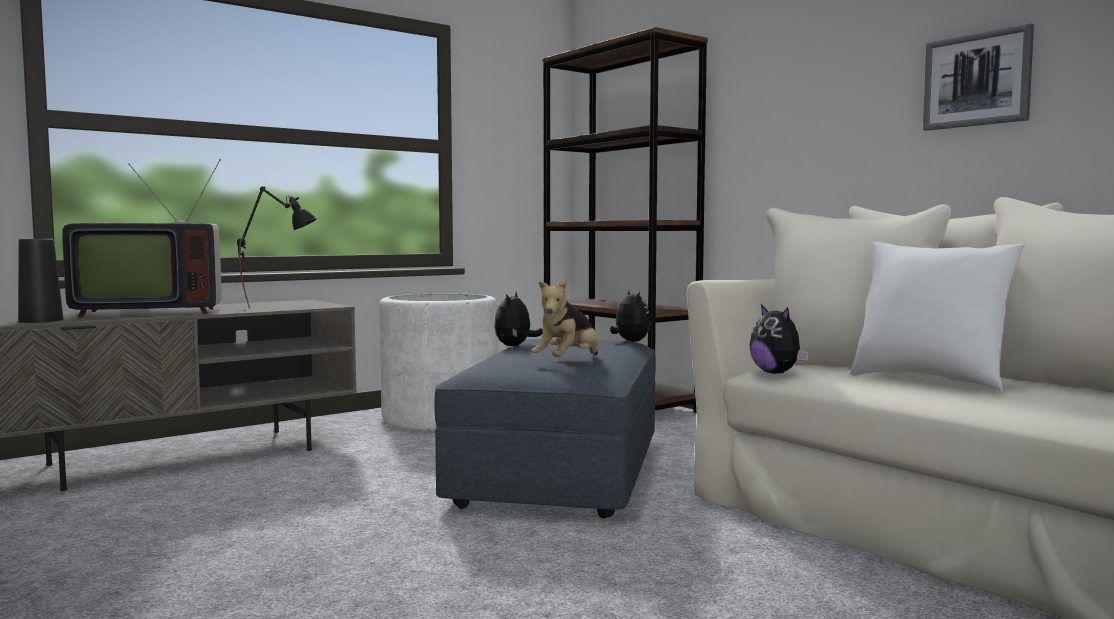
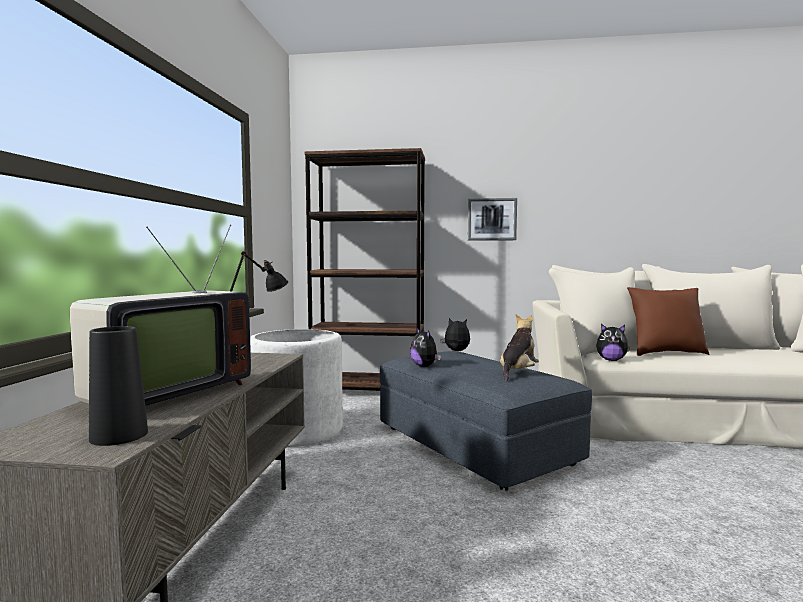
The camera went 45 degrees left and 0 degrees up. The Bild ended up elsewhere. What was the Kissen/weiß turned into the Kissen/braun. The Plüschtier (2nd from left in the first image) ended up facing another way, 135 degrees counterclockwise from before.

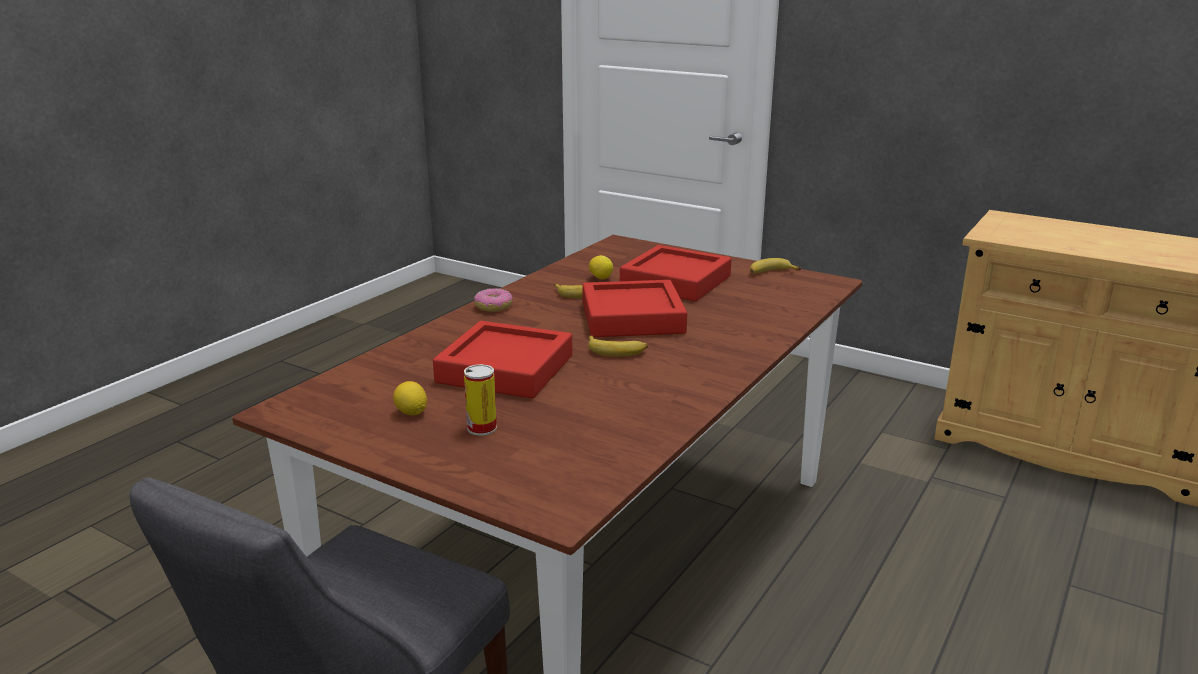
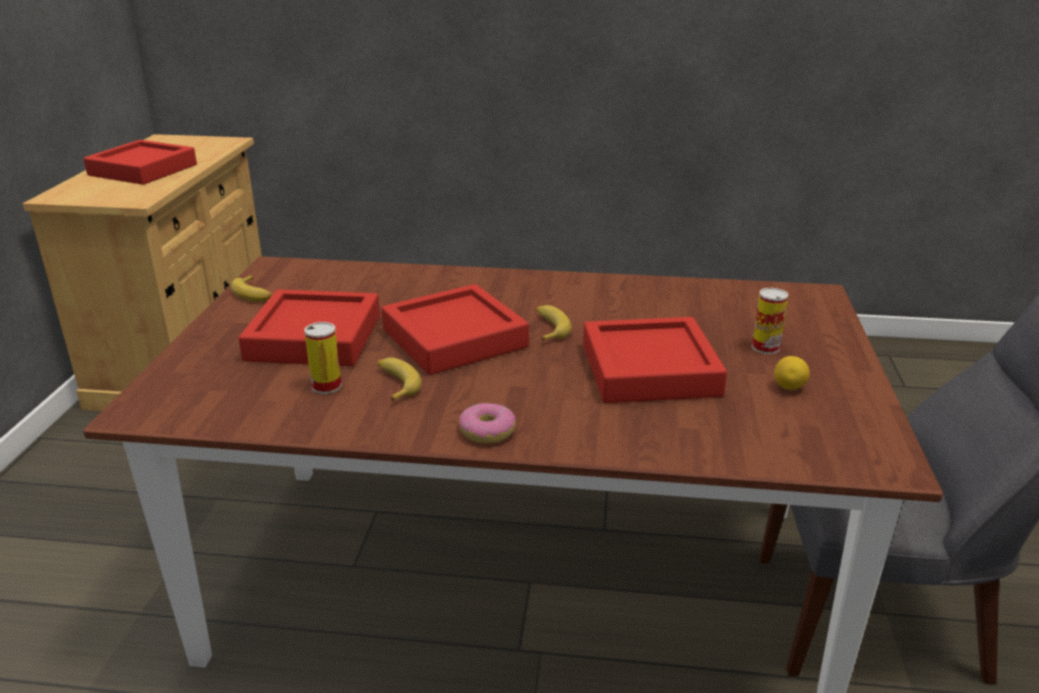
The camera went 115 degrees left and 5 degrees up. Where the Zitrone (2nd from left) stood, the Dose (1st from left) came to stand. The second view gained the Tablett/rot (1st from left).

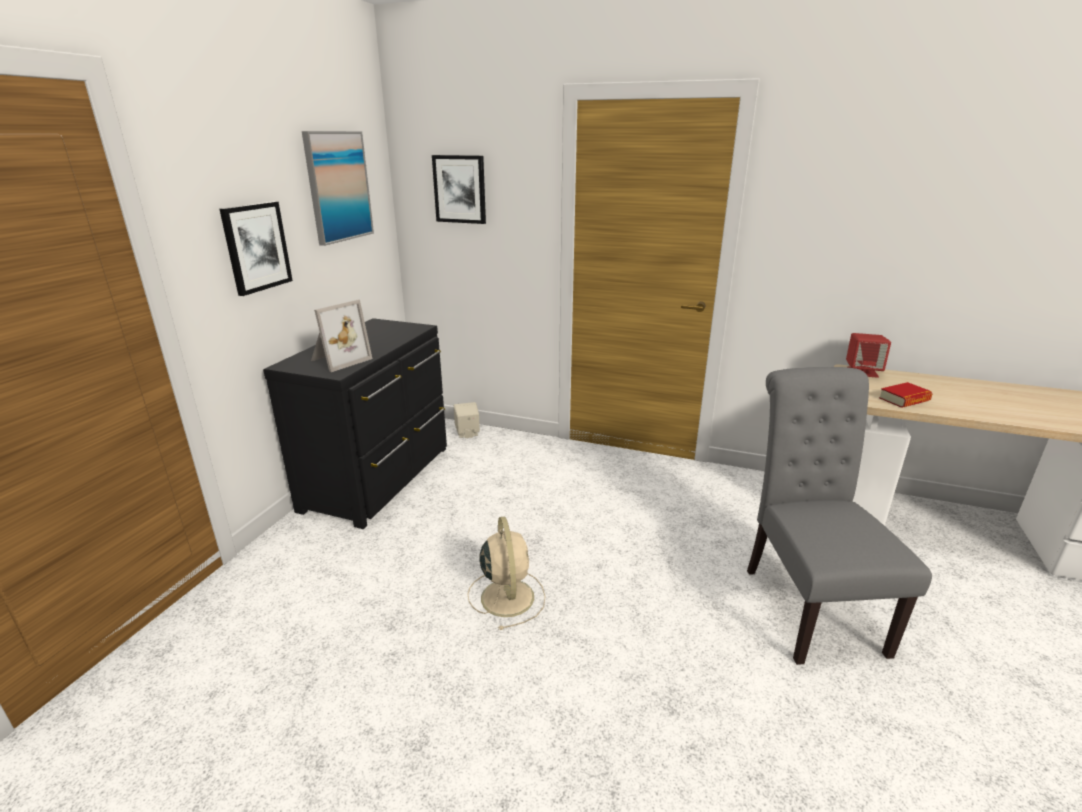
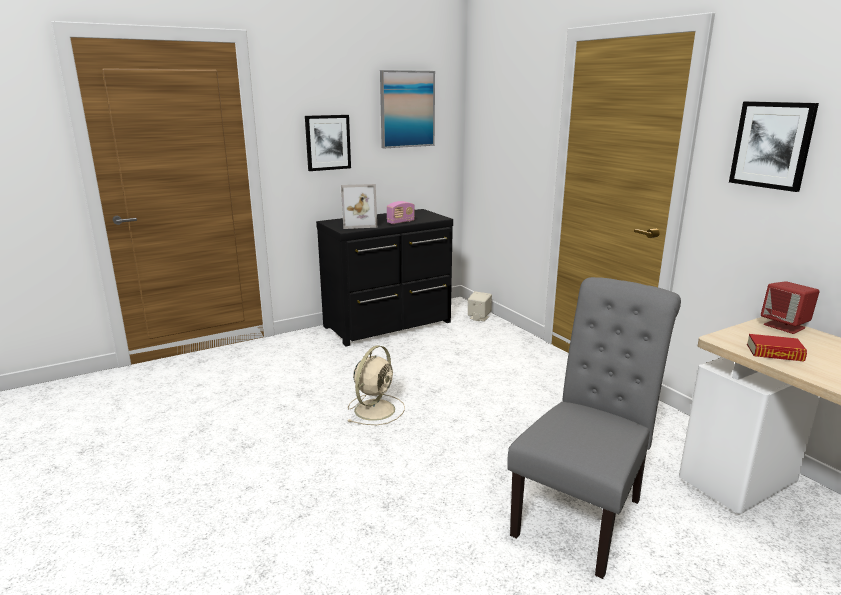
The camera went 40 degrees right and 5 degrees down. The Bild (3rd from left) ended up elsewhere. The second view gained the Radio.

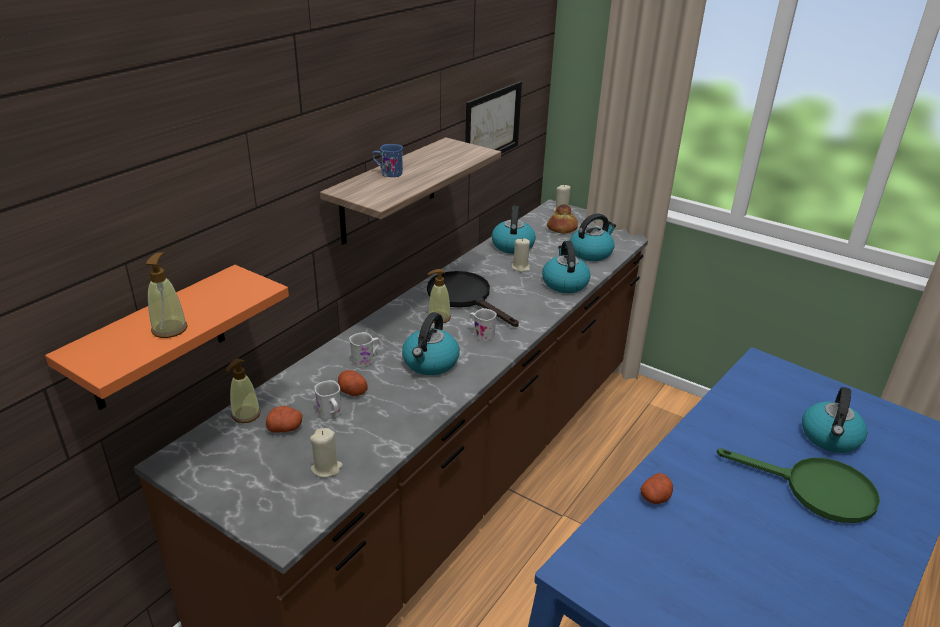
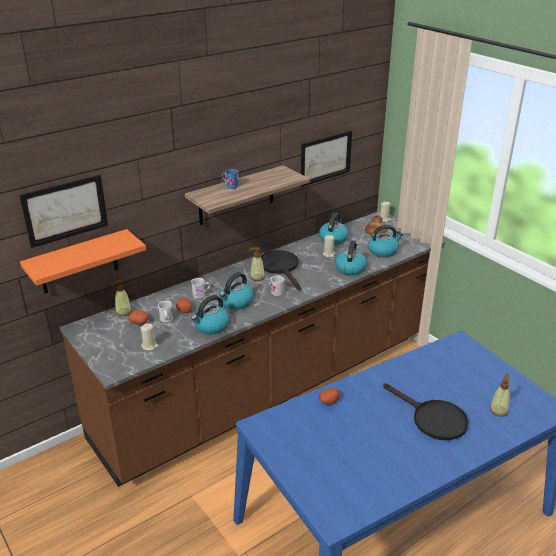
The camera went 20 degrees right and 0 degrees up. The Seifenspender (1st from left in the first image) ended up elsewhere. The Wasserkessel (5th from left in the first image) ended up elsewhere. What was the Pfanne/grün turned into the Pfanne/schwarz (2nd from left). The second view gained the Bild (1st from left).

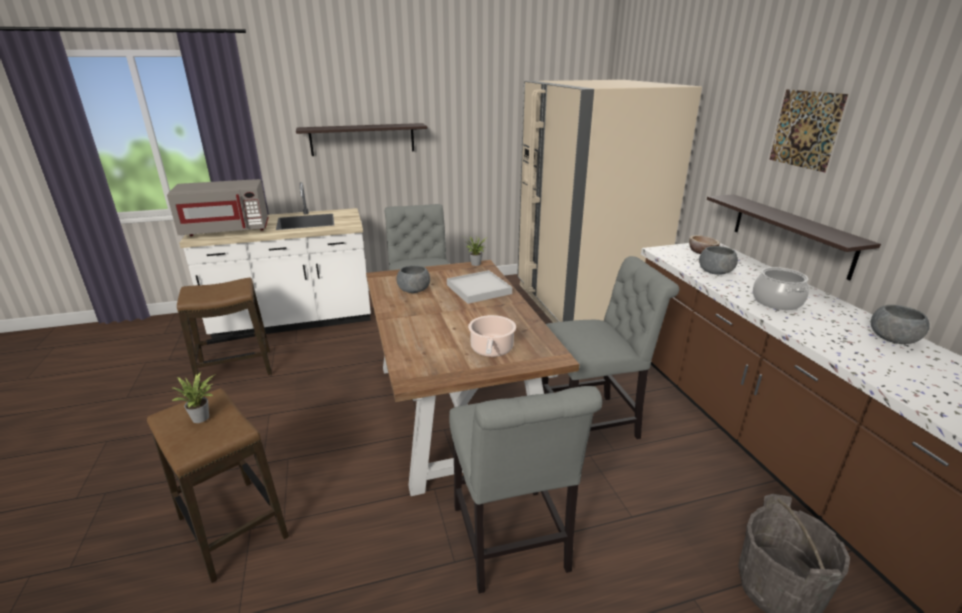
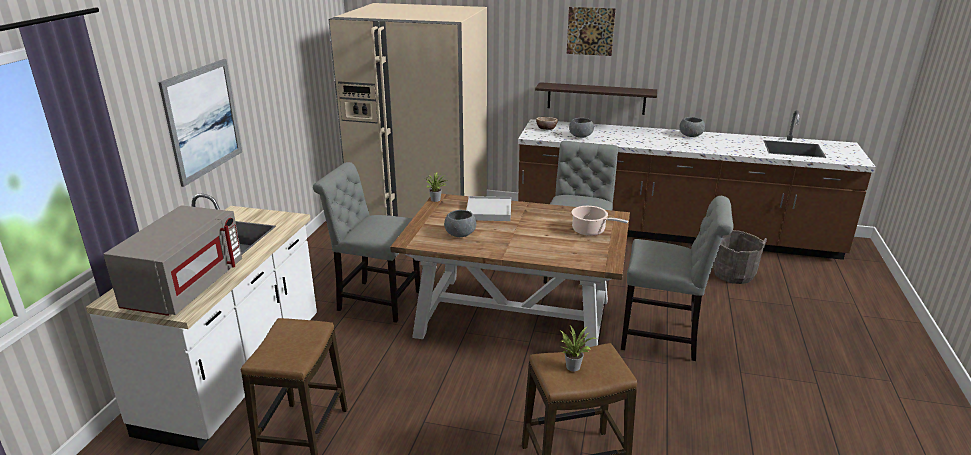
The camera went 60 degrees left and 0 degrees up. Where the Wandregal (1st from left) hung, the Bild (1st from left) came to hang. The second view lost the Kochtopf (2nd from left).

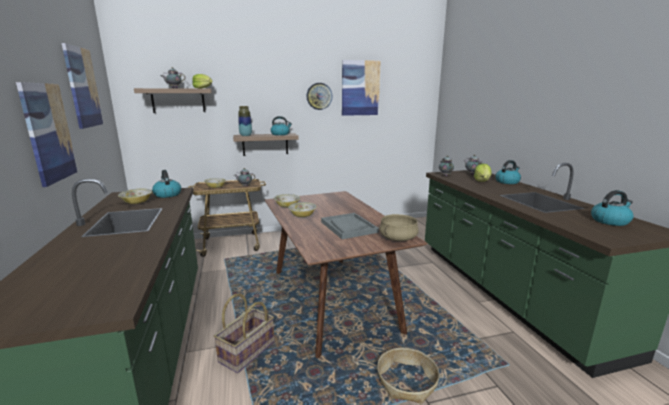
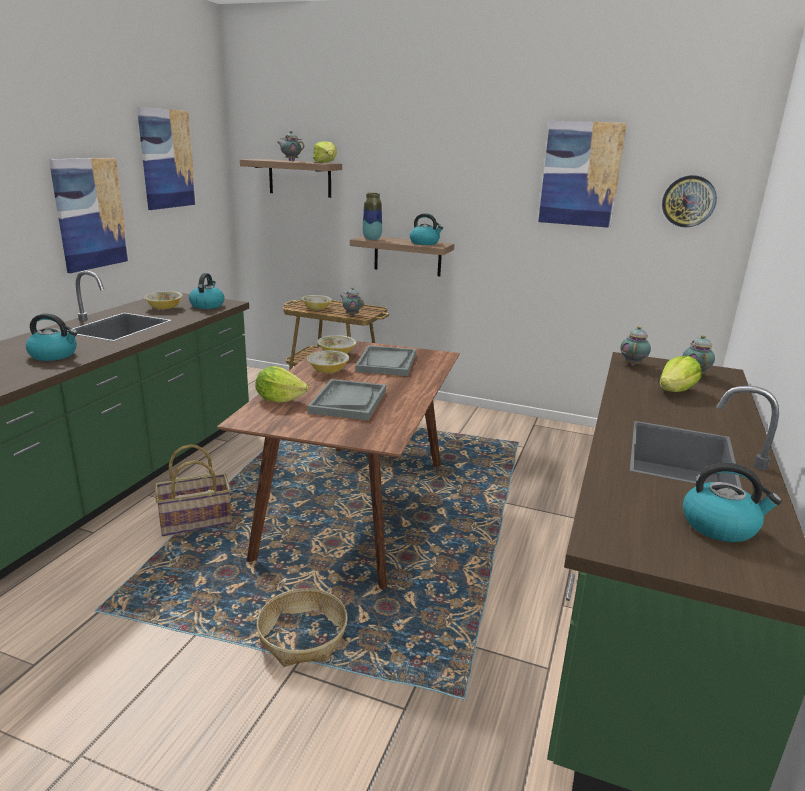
The camera went 35 degrees right and 5 degrees up. The Wanduhr ended up elsewhere. The Wasserkessel (3rd from left in the first image) ended up elsewhere. The second view lost the Kochtopf/beige. The second view gained the Tablett/grau (2nd from left). The second view gained the Salatkopf (1st from left).

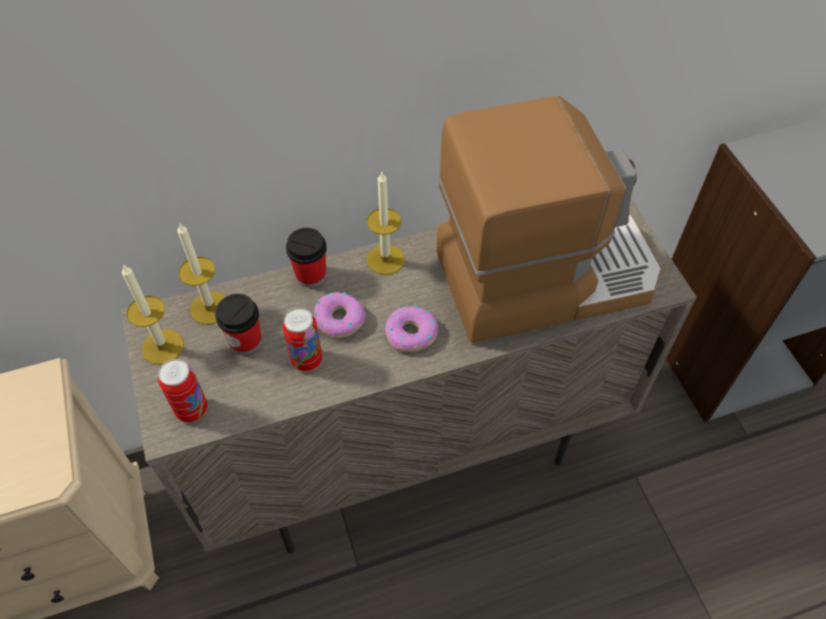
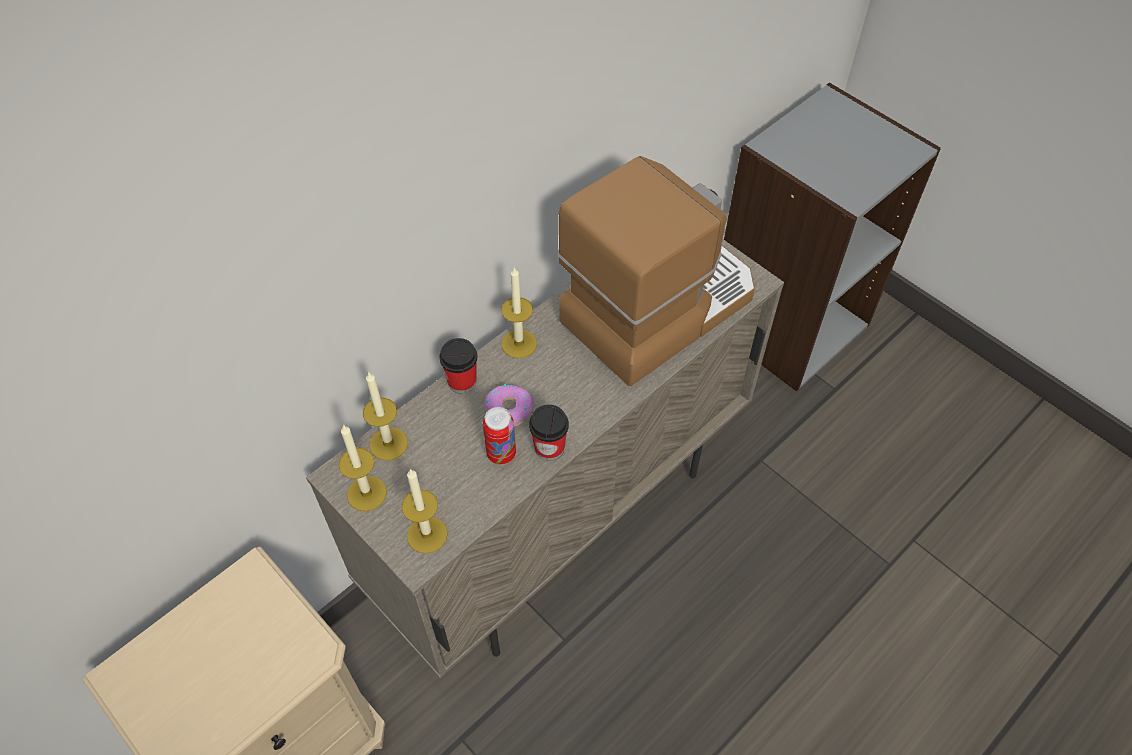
The camera went 25 degrees left and 0 degrees up. The Tasse (1st from left in the first image) ended up elsewhere. The second view lost the Donut (2nd from left). Where the Dose (1st from left) stood, the Kerze (3rd from left) came to stand.

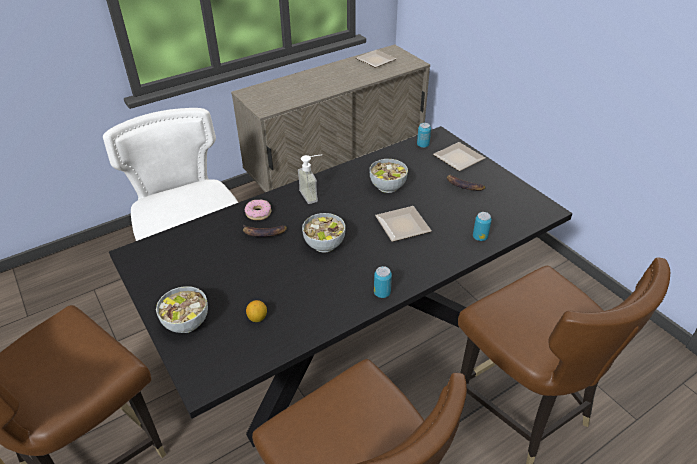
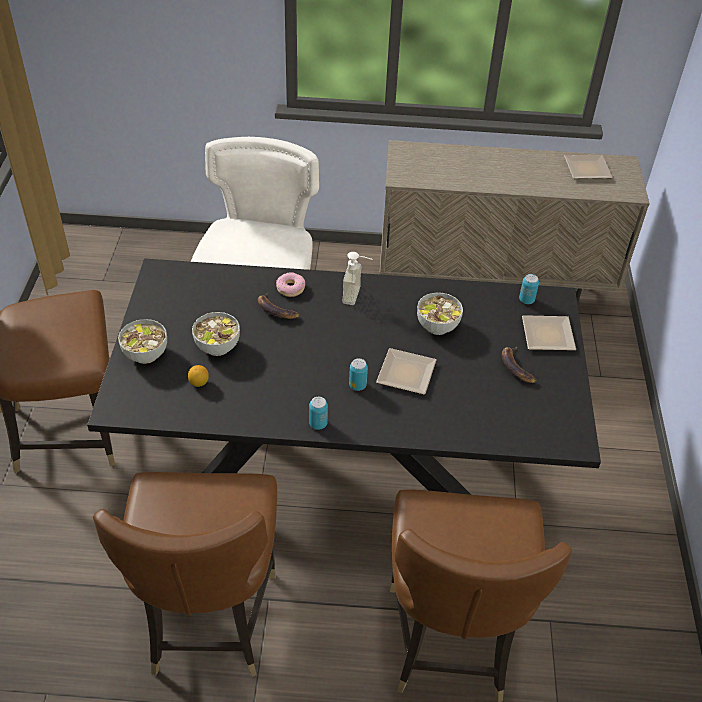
The camera went 35 degrees right and 5 degrees up. The Dose (3rd from left in the first image) ended up elsewhere. The Schüssel (2nd from left) ended up elsewhere.

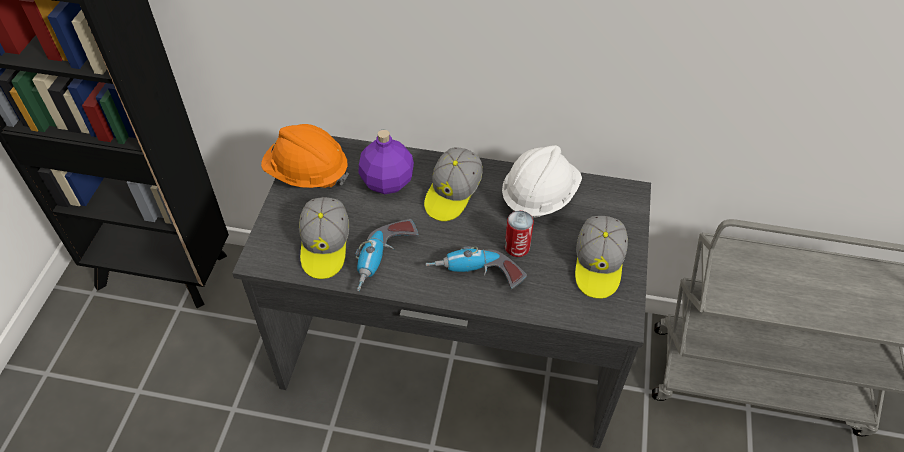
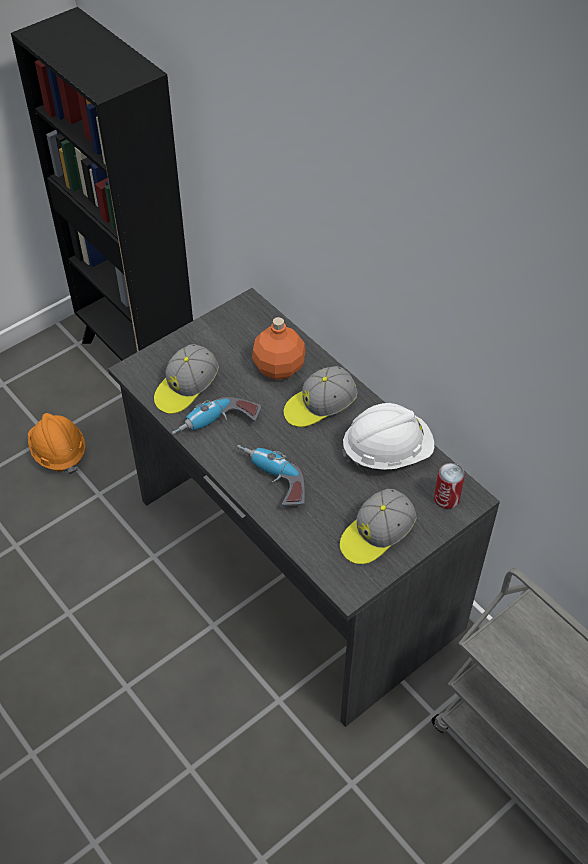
The camera went 40 degrees right and 0 degrees up. The Schutzhelm/orange ended up elsewhere. What was the Flasche/lila turned into the Flasche/orange. The Dose ended up elsewhere.

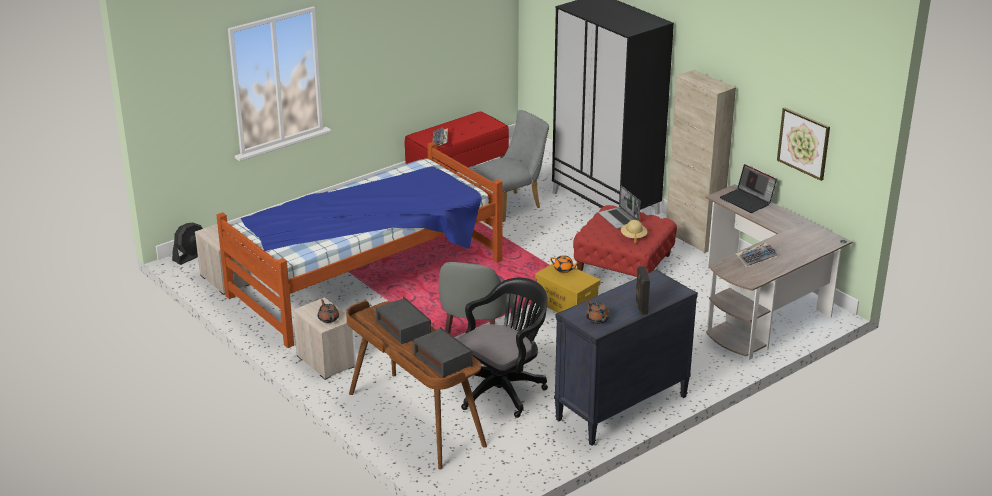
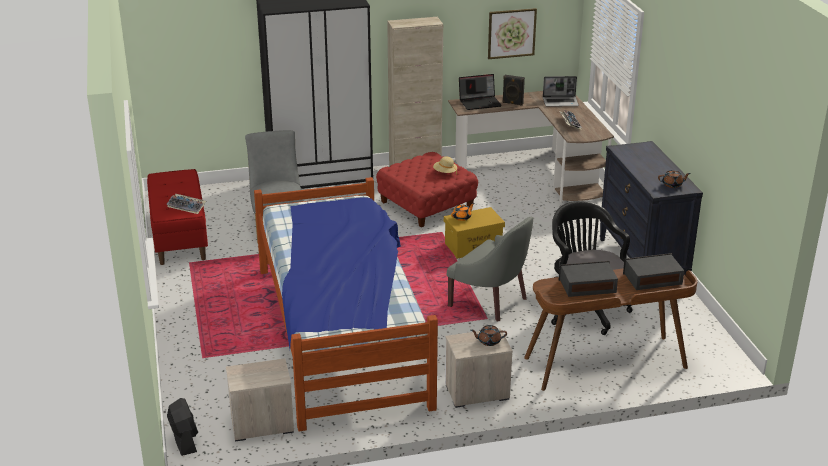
The camera went 65 degrees left and 0 degrees up. The Laptop (1st from left in the first image) ended up elsewhere. The Lautsprecher/schwarz ended up elsewhere.

